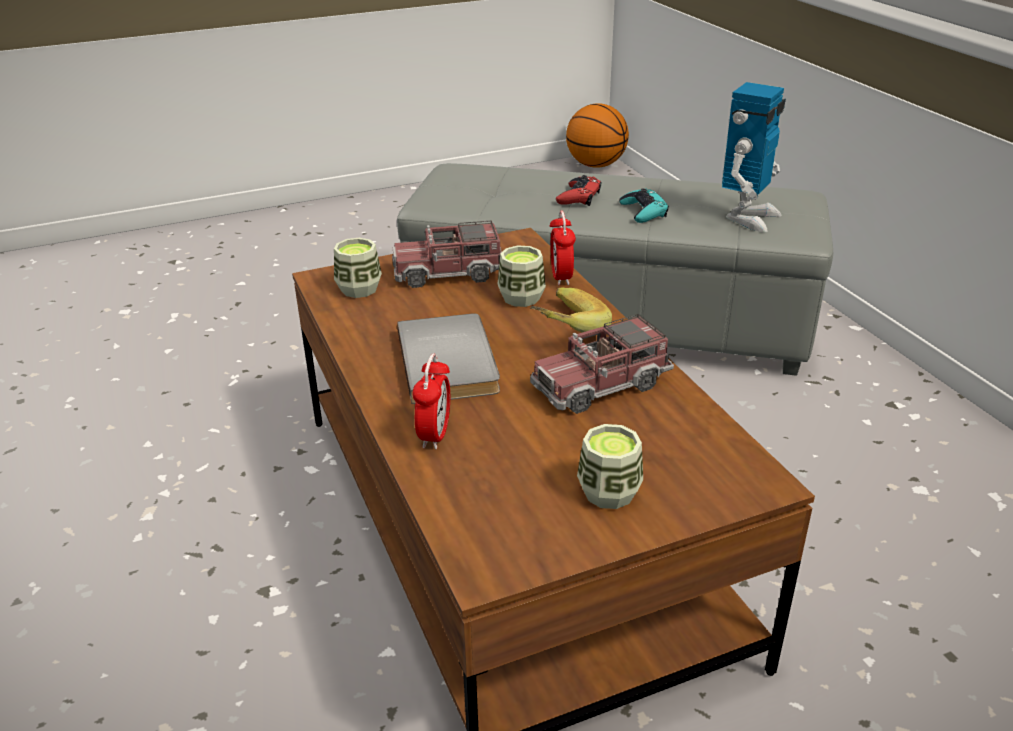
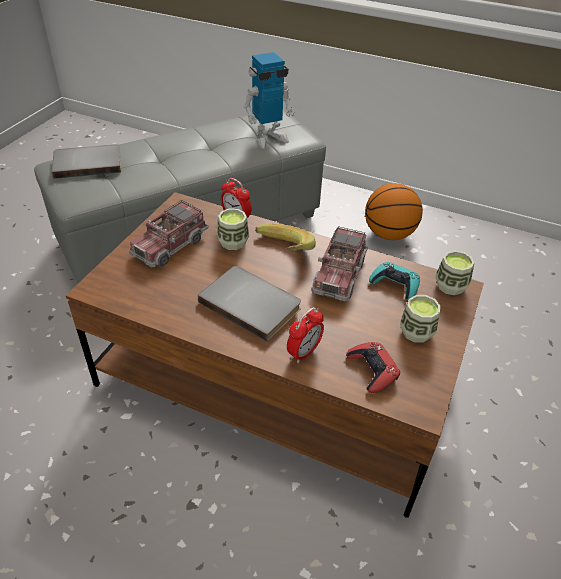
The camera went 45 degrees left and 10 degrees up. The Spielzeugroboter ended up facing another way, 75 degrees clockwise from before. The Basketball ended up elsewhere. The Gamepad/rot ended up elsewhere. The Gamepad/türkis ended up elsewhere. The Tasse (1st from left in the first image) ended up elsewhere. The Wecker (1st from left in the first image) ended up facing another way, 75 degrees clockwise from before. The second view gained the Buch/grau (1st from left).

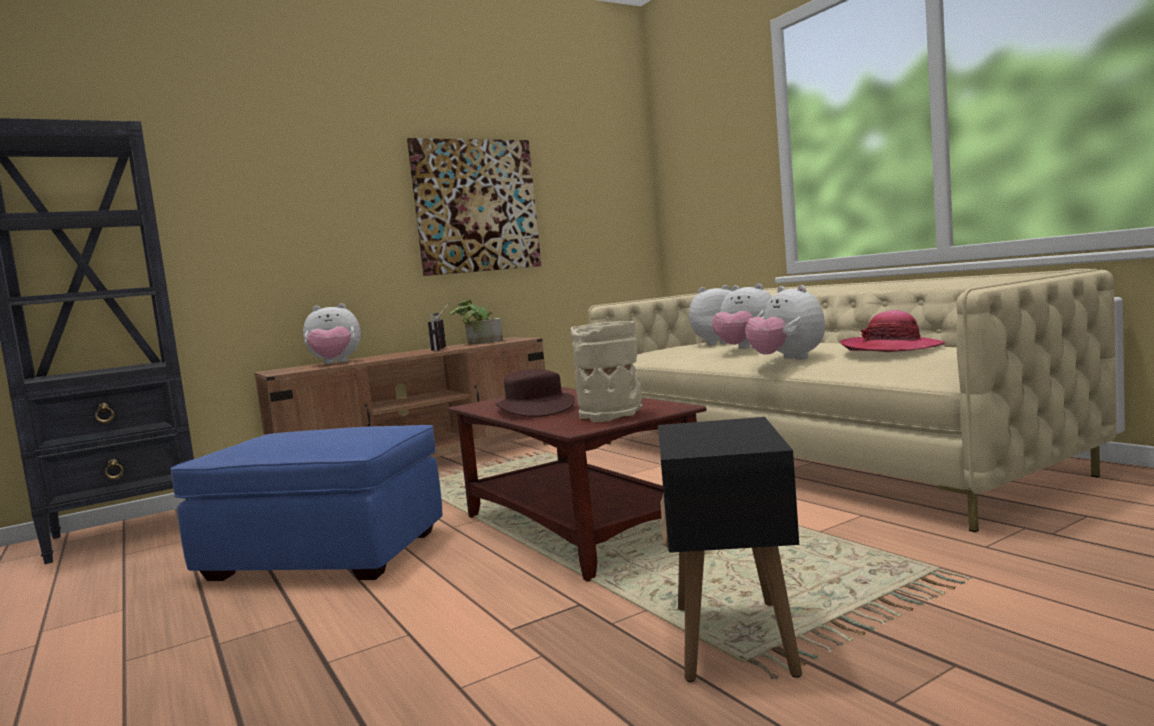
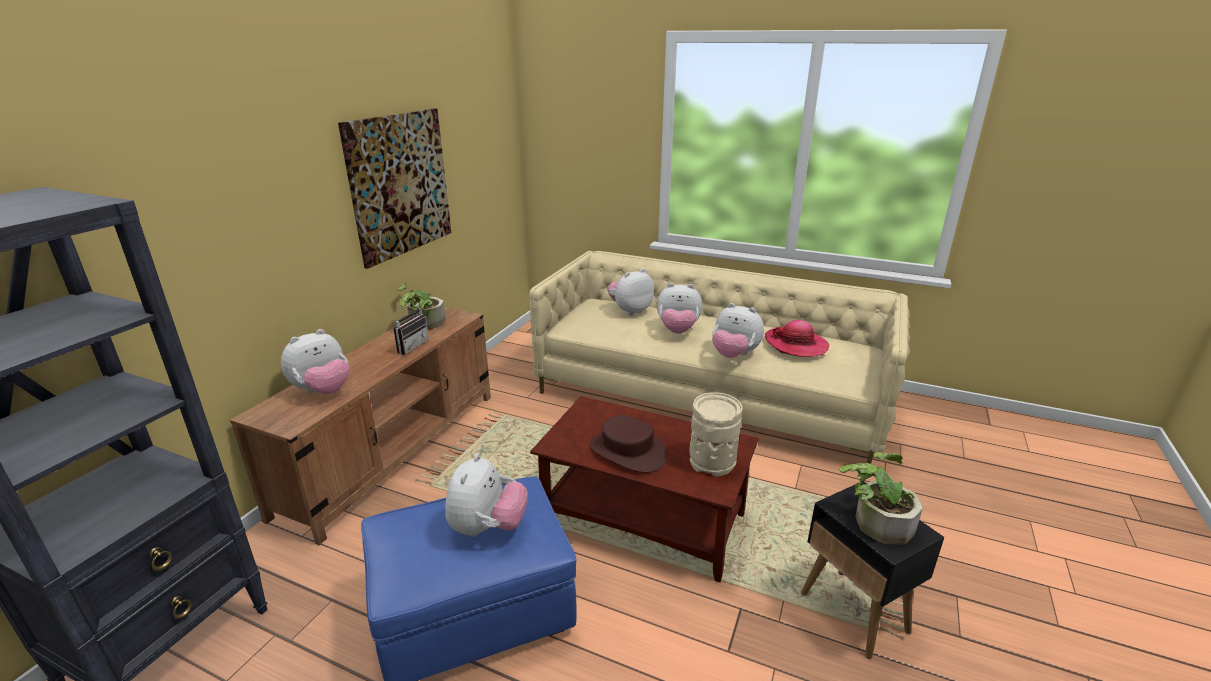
The camera went 35 degrees left and 20 degrees up. The Radio ended up facing another way, 120 degrees counterclockwise from before. The second view gained the Topfpflanze (2nd from left). The second view gained the Plüschtier (2nd from left).

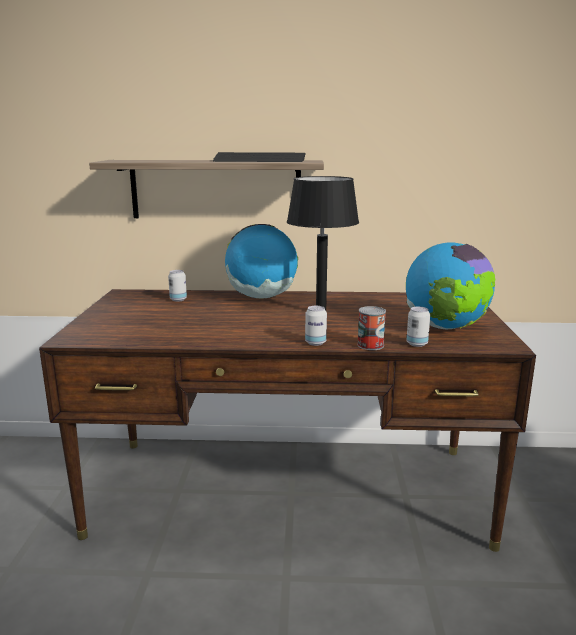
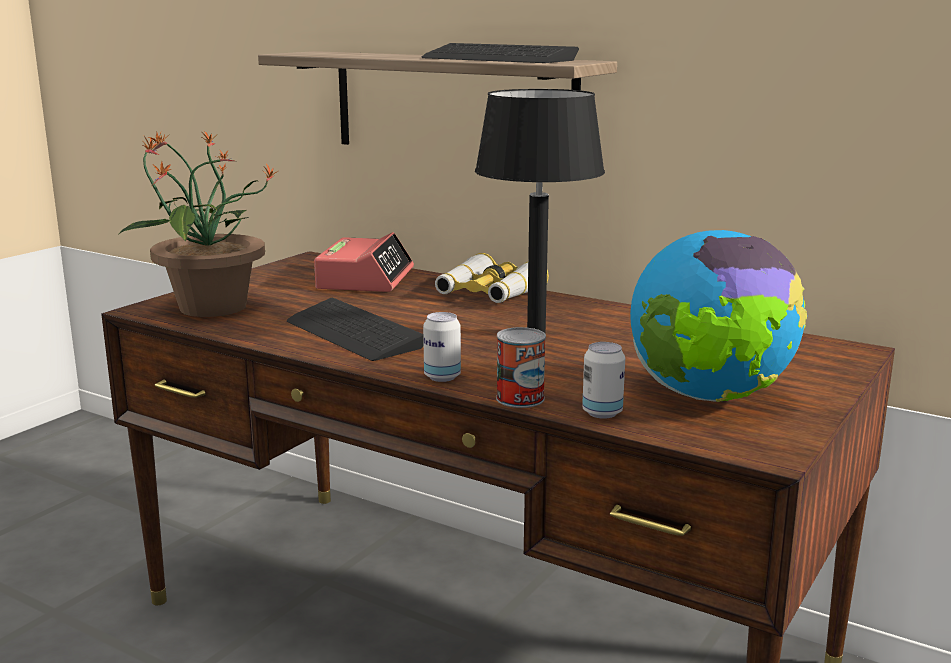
The camera went 30 degrees right and 0 degrees up. Where the Globus (1st from left) stood, the Fernglas came to stand. Where the Dose (1st from left) stood, the Wecker came to stand. The second view gained the Topfpflanze. The second view gained the Tastatur (1st from left).

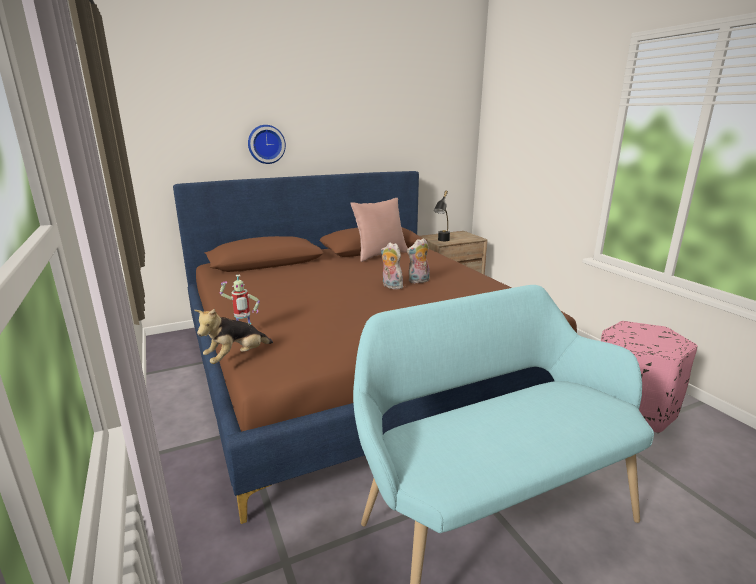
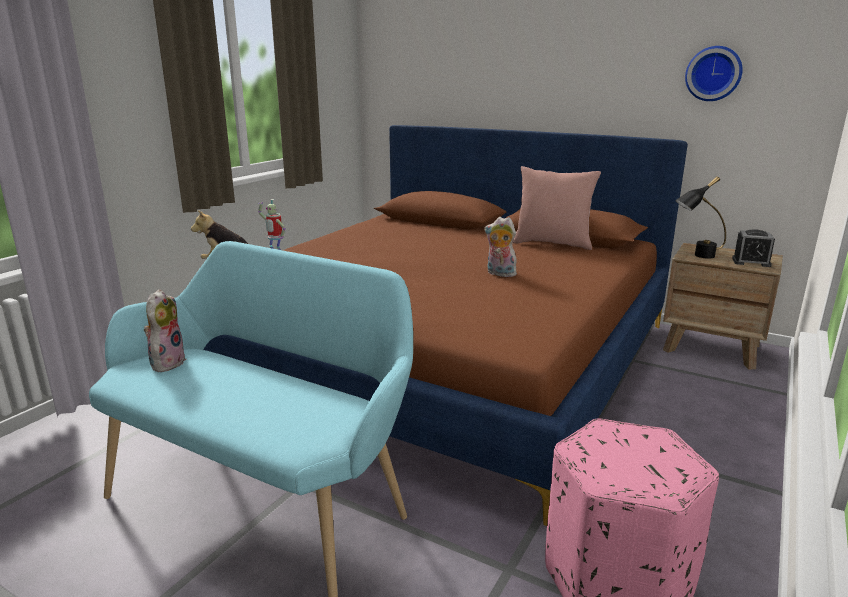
The camera went 55 degrees right and 0 degrees up. The Wanduhr ended up elsewhere. The Plüschtier (2nd from left in the first image) ended up elsewhere. The second view gained the Wecker.

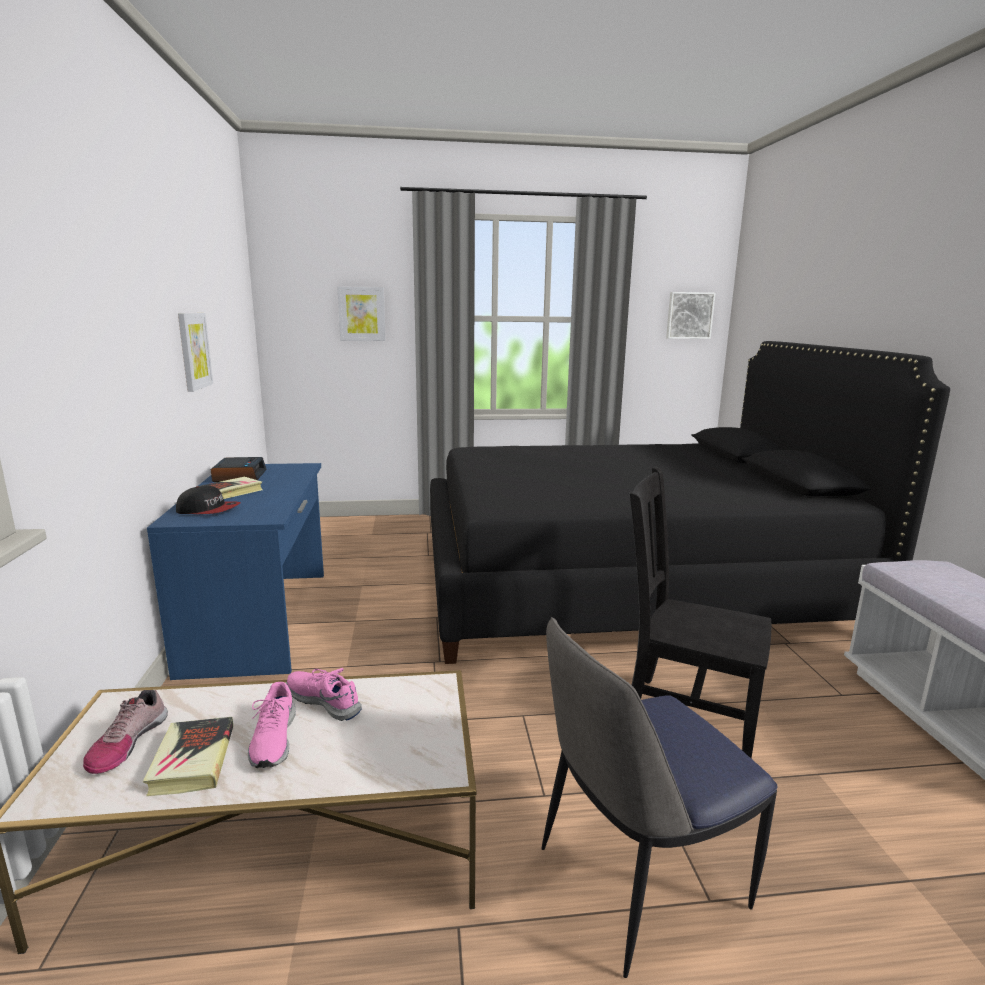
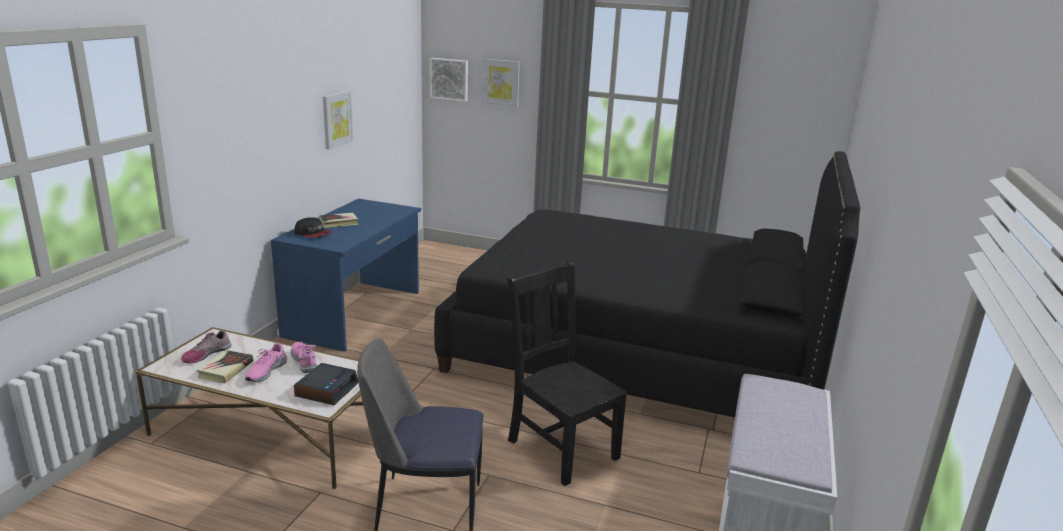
The camera went 25 degrees right and 5 degrees up. The Bild (3rd from left in the first image) ended up elsewhere. The Wecker ended up elsewhere.

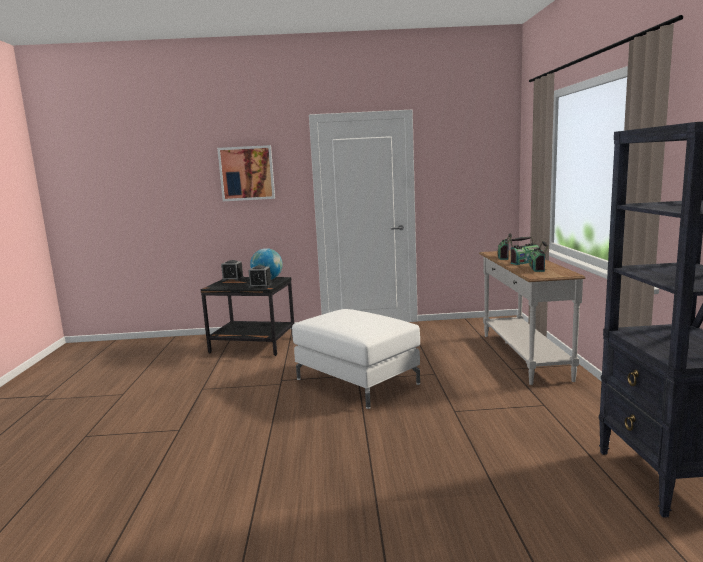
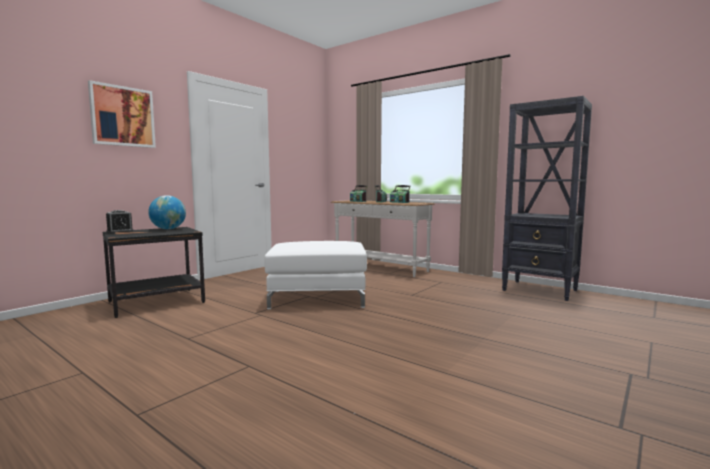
The camera went 50 degrees left and 5 degrees down. The second view lost the Wecker (2nd from left).

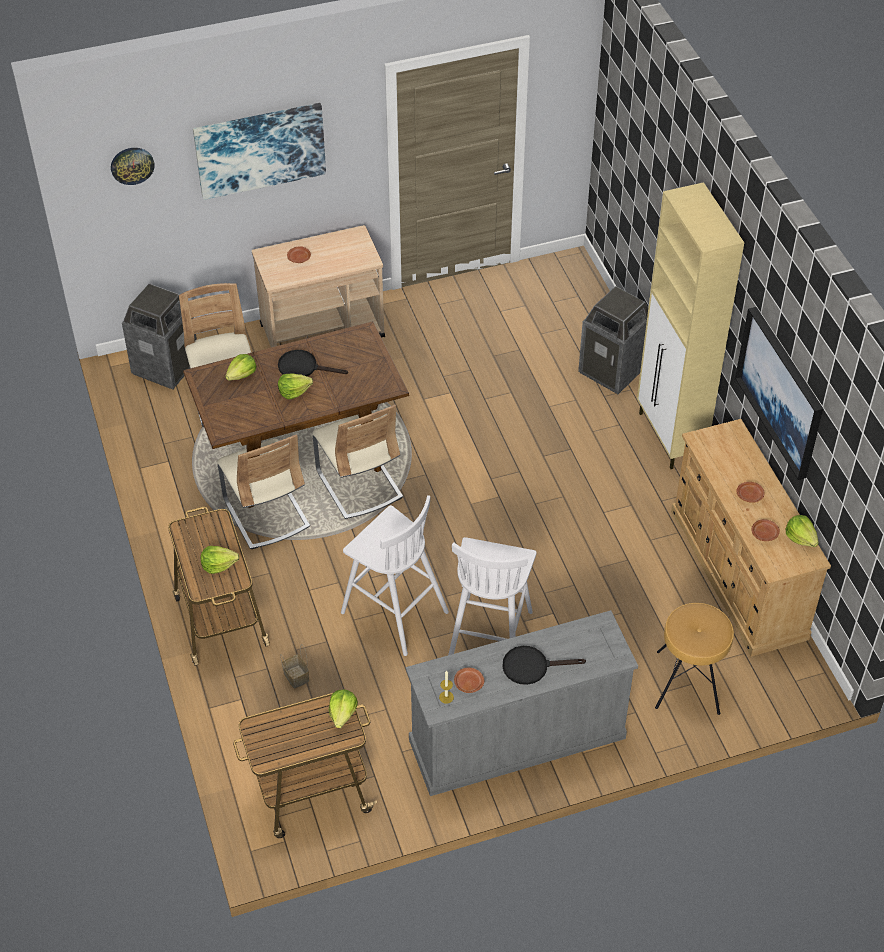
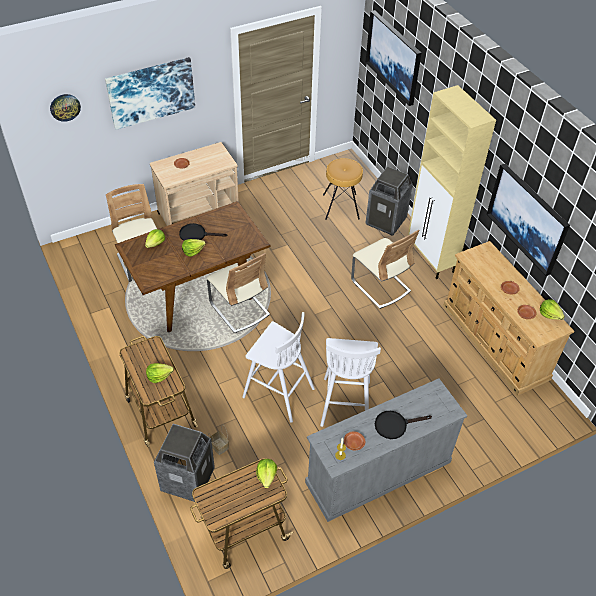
The camera went 10 degrees left and 0 degrees up. The Mülleimer (1st from left) ended up elsewhere. The Stuhl/beige (2nd from left in the first image) ended up elsewhere. The Hocker/braun ended up elsewhere. The second view gained the Bild (2nd from left).

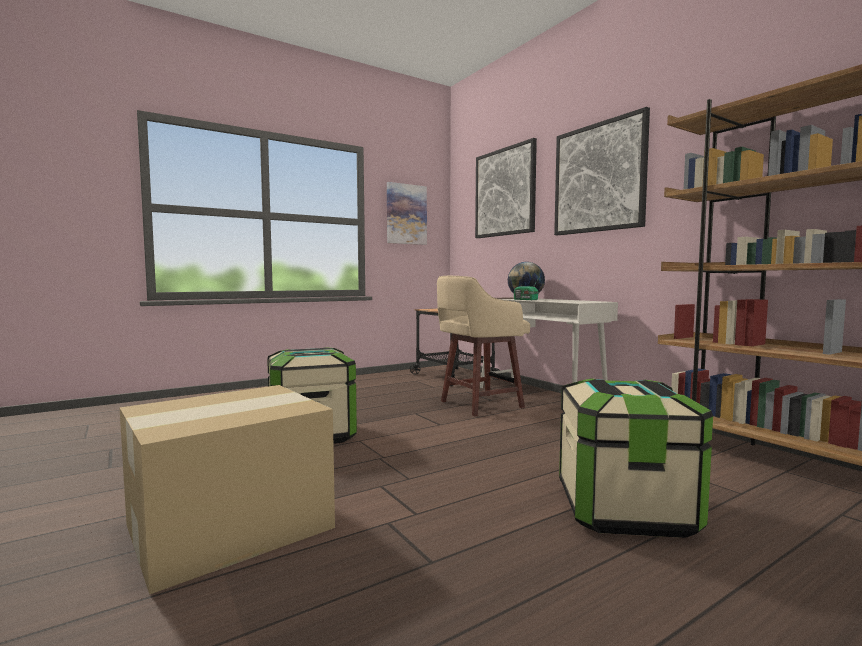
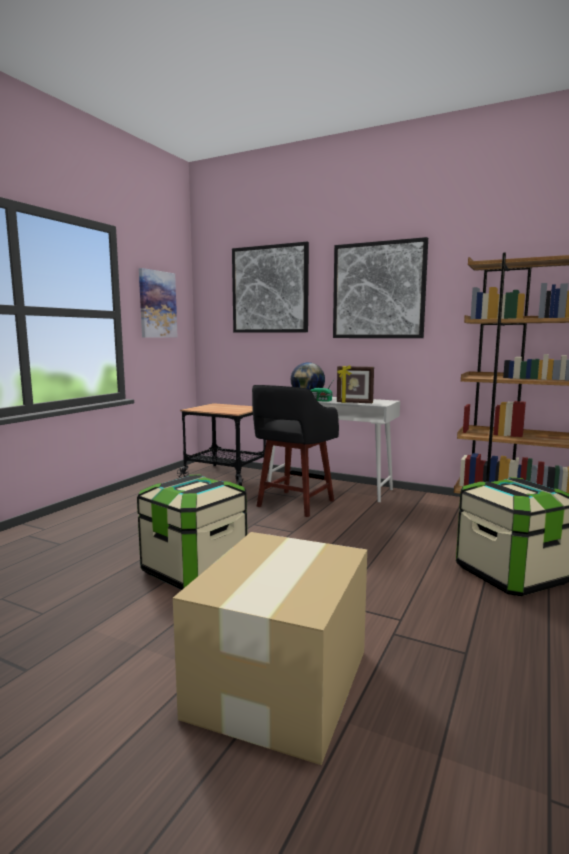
The camera went 30 degrees left and 5 degrees up. What was the Hocker/beige turned into the Hocker/schwarz. The second view gained the Bilderrahmen.

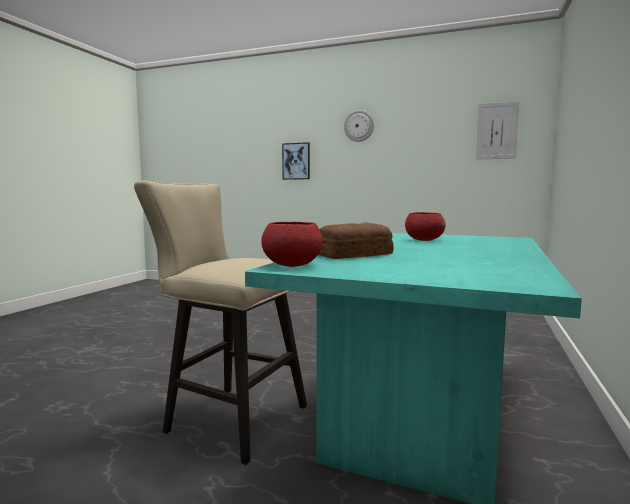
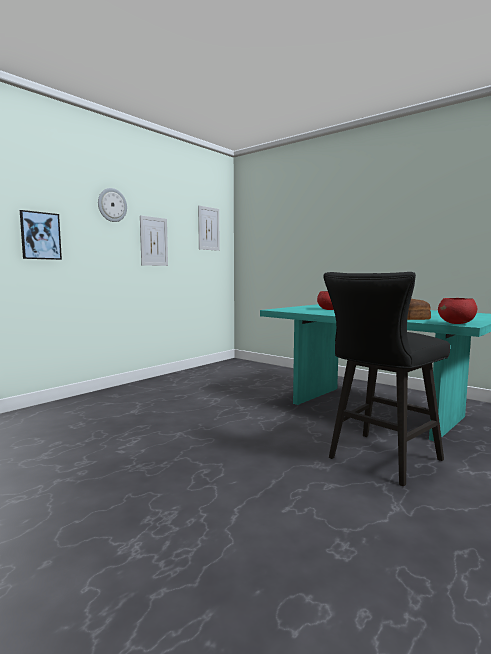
The camera went 70 degrees left and 0 degrees up. What was the Hocker/beige turned into the Hocker/schwarz. The second view gained the Bild (2nd from left).

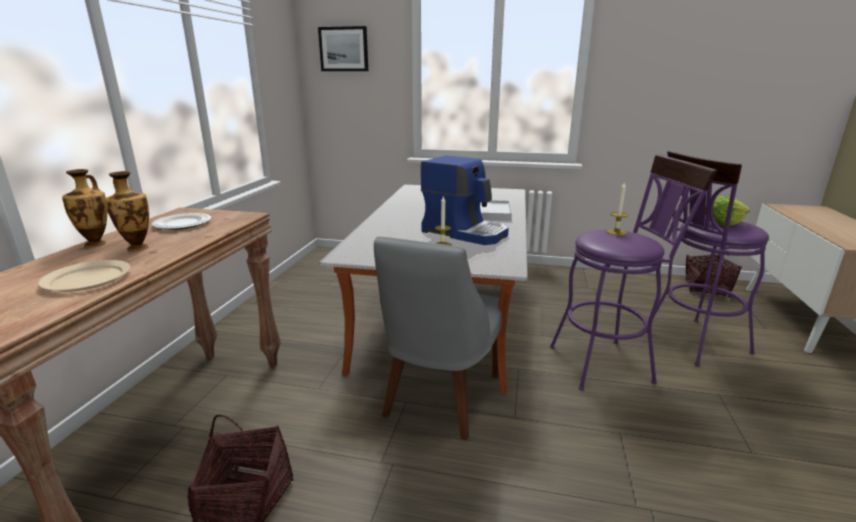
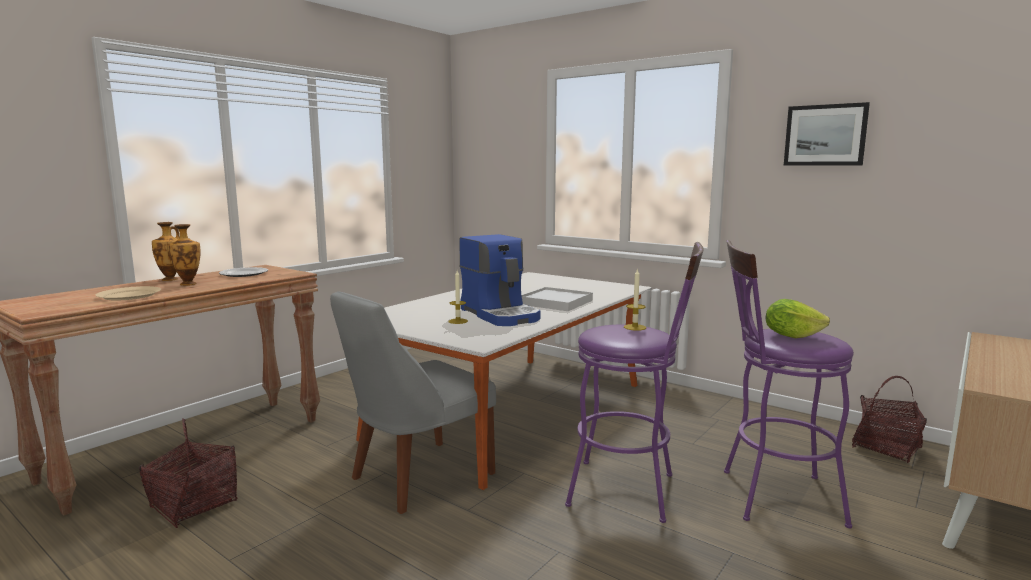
The camera went 25 degrees right and 10 degrees down. The Bild ended up elsewhere.

